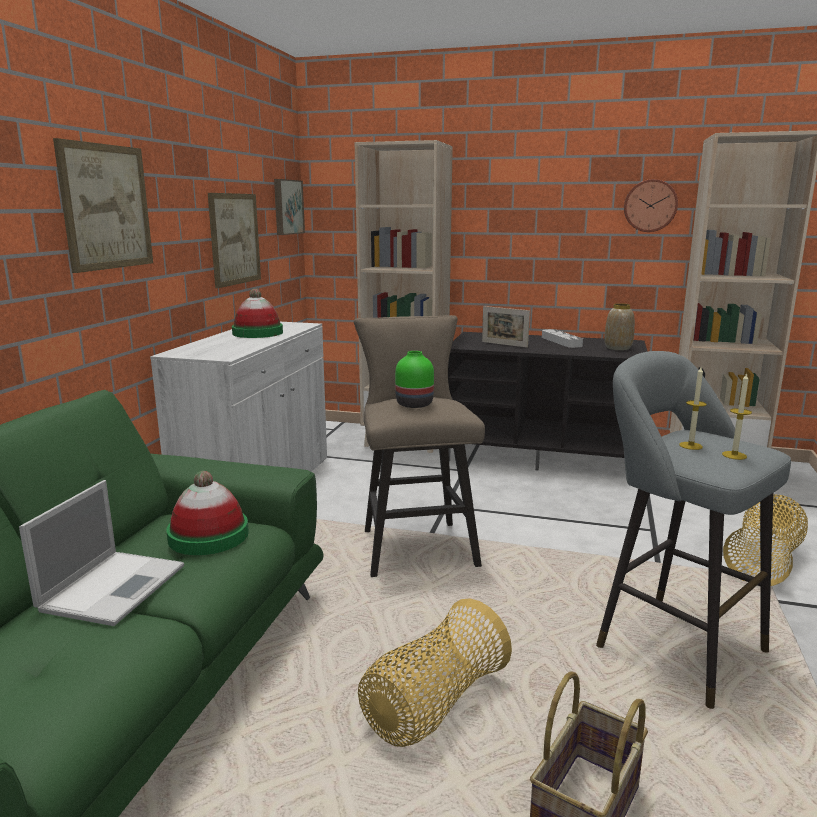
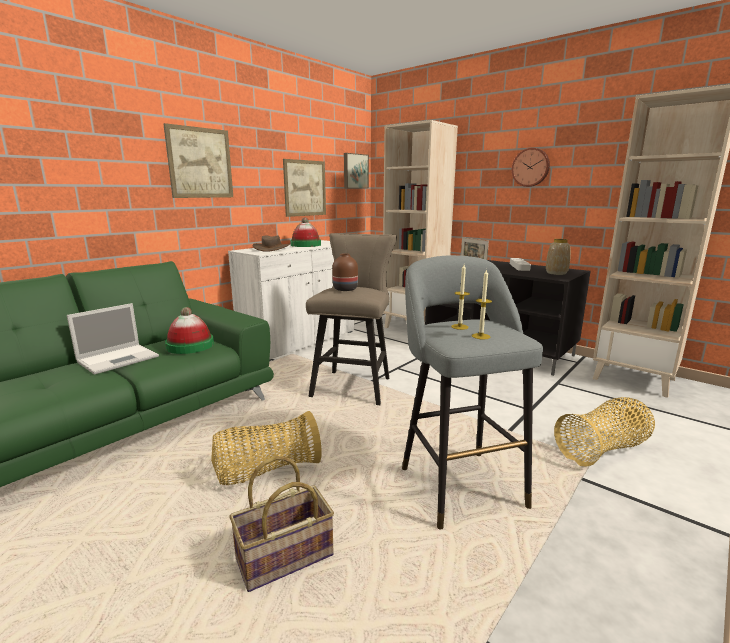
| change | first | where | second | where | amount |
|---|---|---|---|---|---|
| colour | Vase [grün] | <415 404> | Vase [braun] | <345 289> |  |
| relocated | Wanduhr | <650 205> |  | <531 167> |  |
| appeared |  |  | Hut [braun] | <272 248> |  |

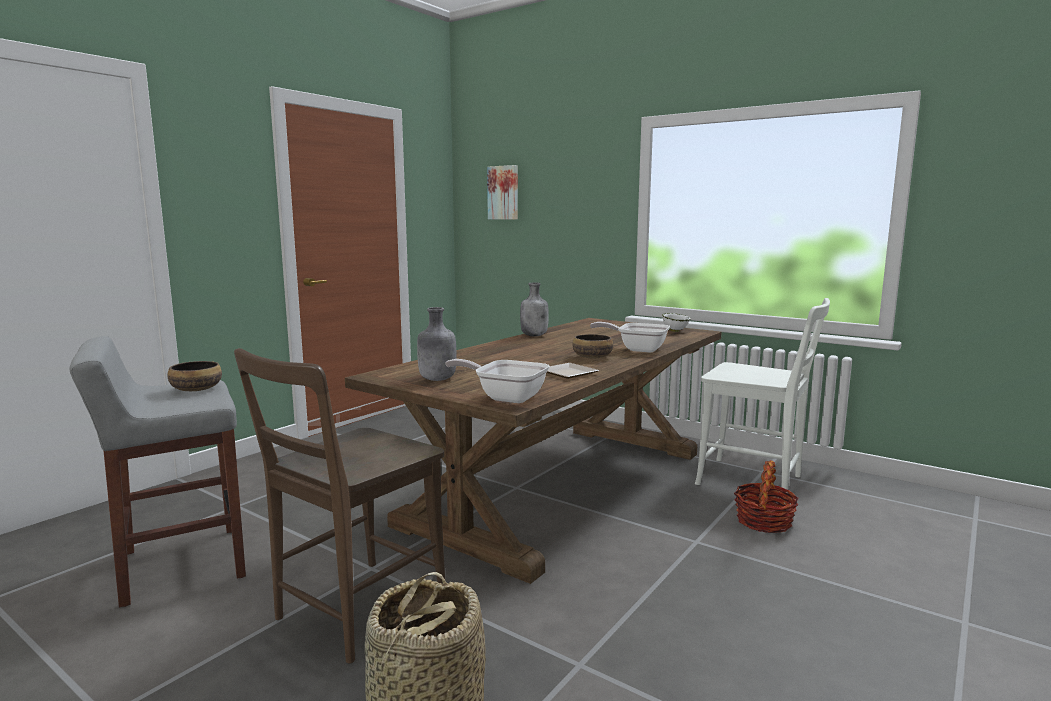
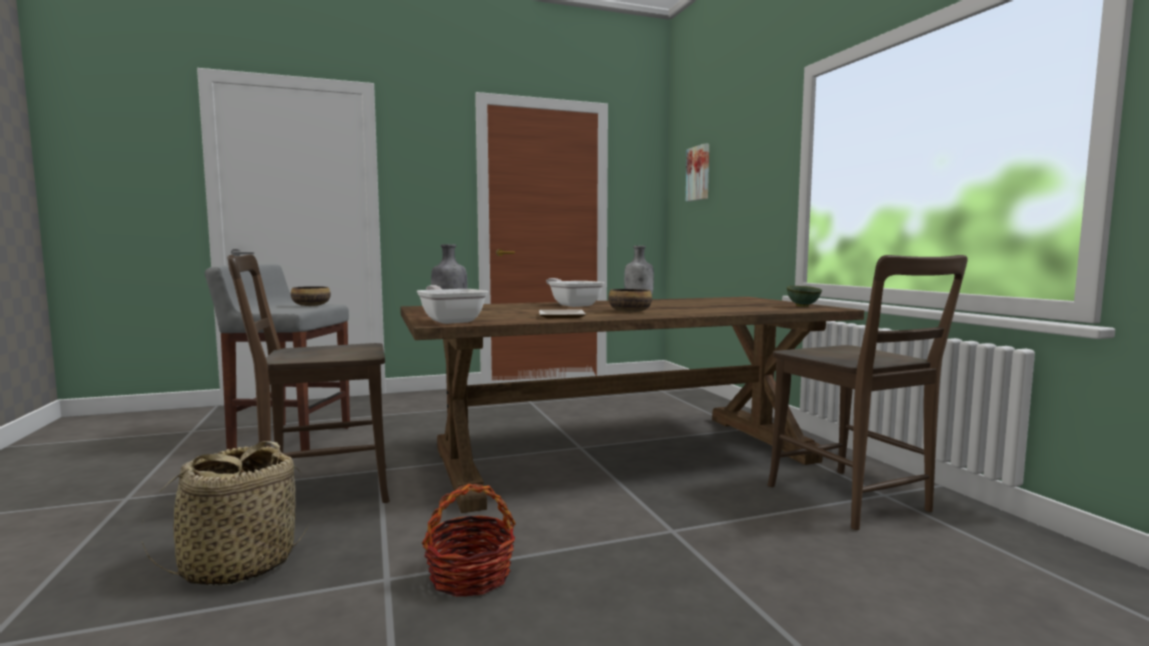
| change | first | where | second | where | amount |
|---|---|---|---|---|---|
| relocated | Pfanne | <637 349> |  | <573 305> |  |
| colour | Schüssel [weiß] | <675 331> | Schüssel [grün] | <803 306> |  |
| colour | Stuhl [weiß] | <755 481> | Stuhl [braun] | <853 501> |  |
| relocated | Korb | <764 521> |  | <470 576> |  |

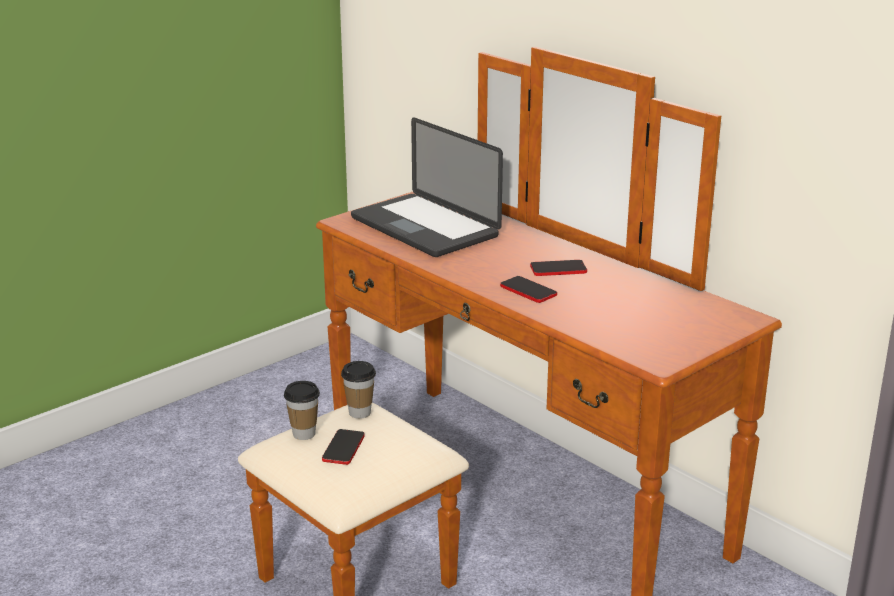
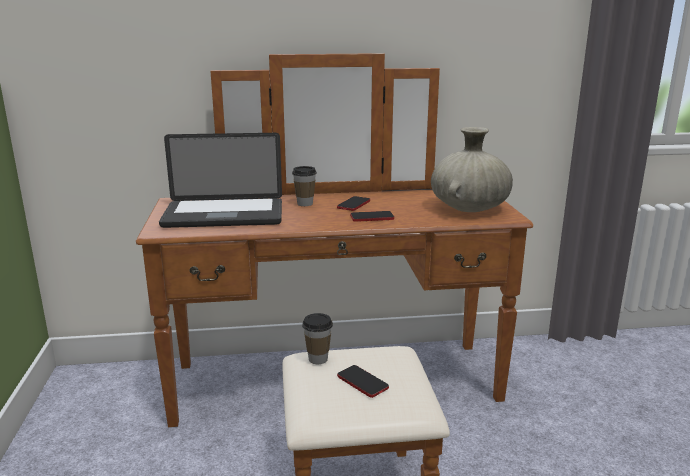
| change | first | where | second | where | amount |
|---|---|---|---|---|---|
| relocated | Tasse | <304 434> |  | <305 204> |  |
| appeared |  |  | Vase [beige] | <468 208> |  |

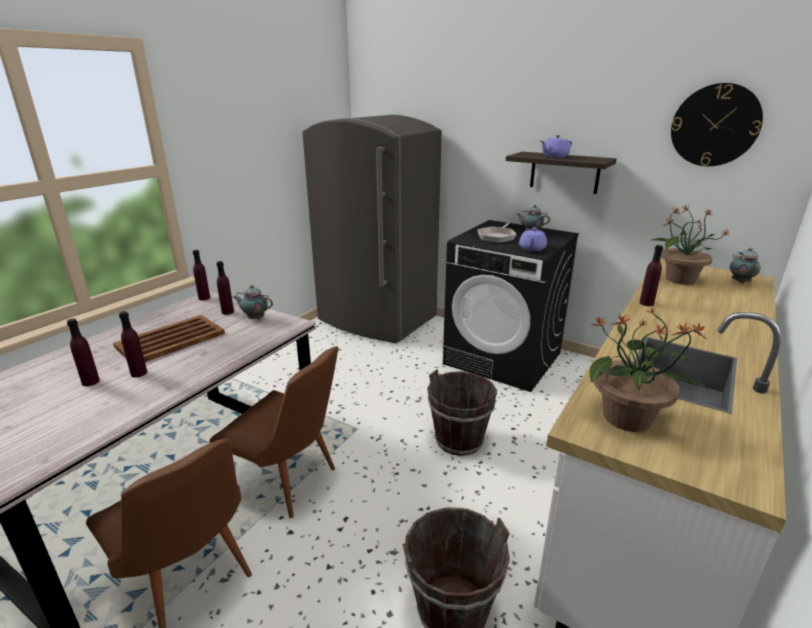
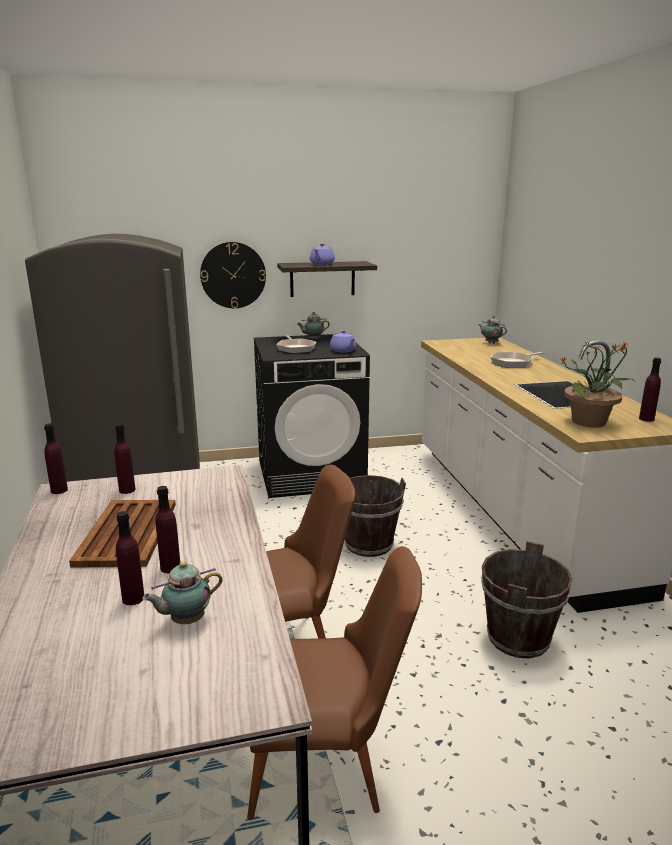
| change | first | where | second | where | amount |
|---|---|---|---|---|---|
| relocated | Teekanne | <255 318> |  | <185 621> |  |
| relocated | Flasche [lila] | <646 303> |  | <646 419> |  |
| missing | Topfpflanze | <679 279> |  |  |  |
| relocated | Wanduhr | <715 125> |  | <233 275> |  |
| appeared |  |  | Pfanne | <514 362> |  |

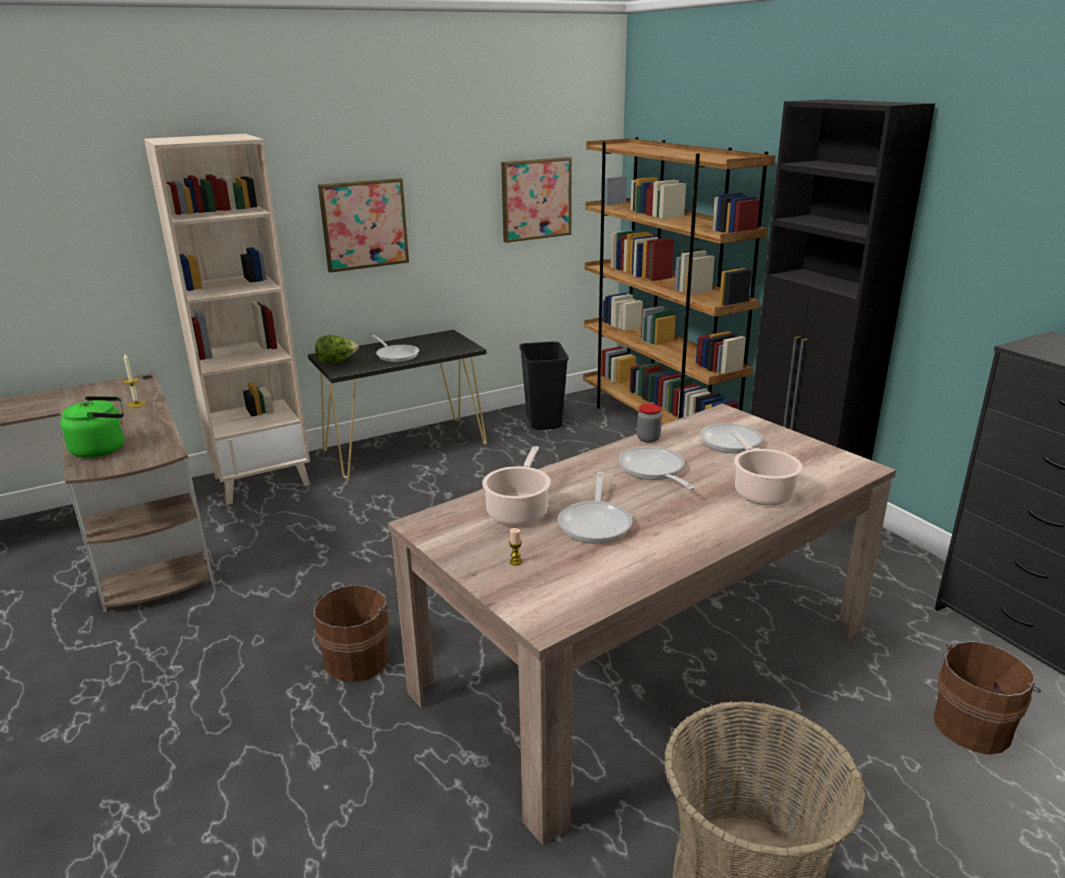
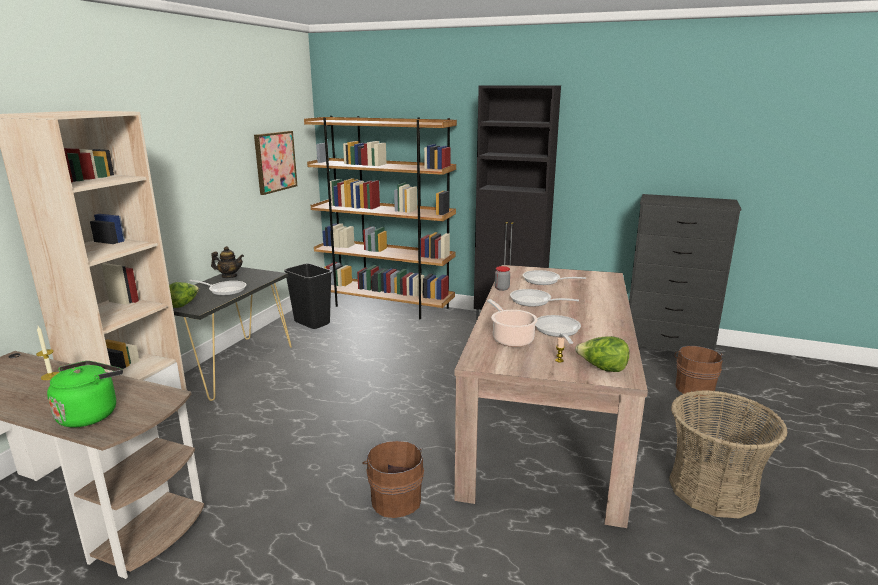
| change | first | where | second | where | amount |
|---|---|---|---|---|---|
| missing | Bild | <364 224> |  |  |  |
| spun | Pfanne | <596 523> |  | <557 331> | 150 degrees counterclockwise |
| missing | Kochtopf | <761 492> |  |  |  |
| appeared |  |  | Teekanne | <229 276> |  |
| appeared |  |  | Salatkopf | <602 369> |  |

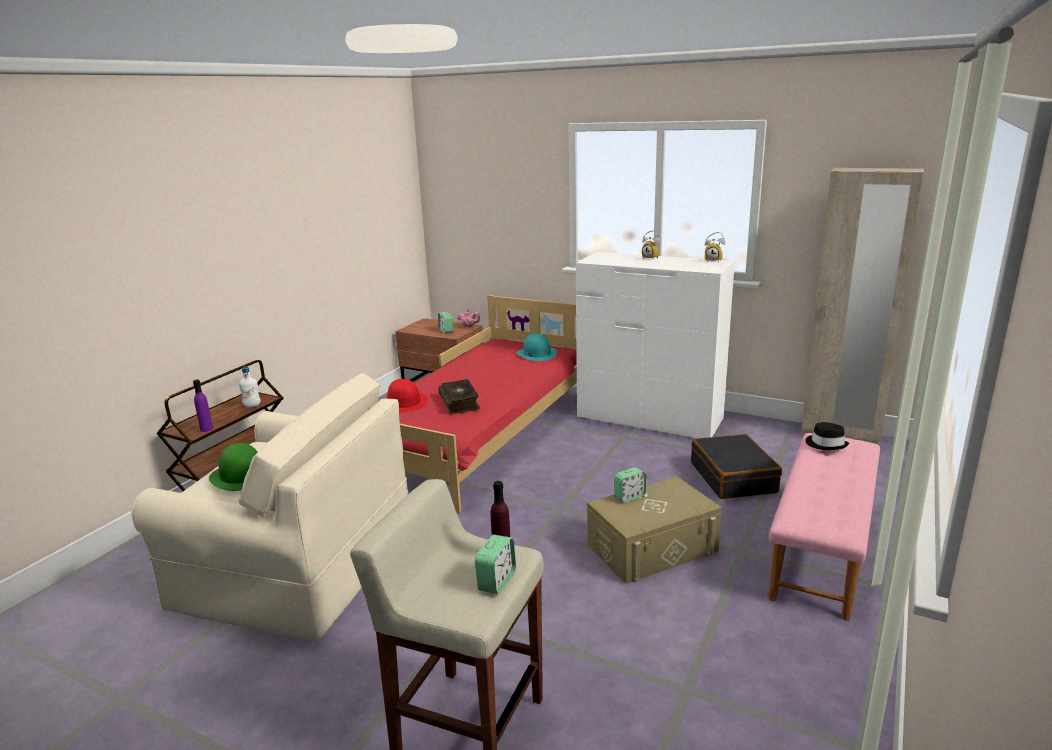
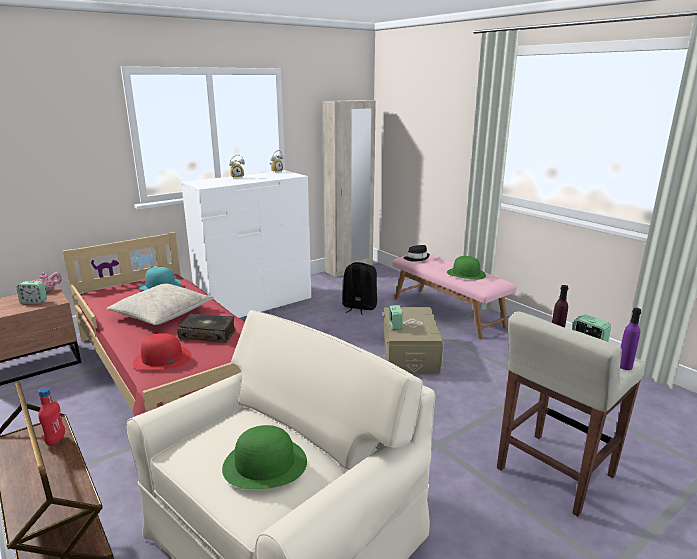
| change | first | where | second | where | amount |
|---|---|---|---|---|---|
| relocated | Flasche [lila] | <206 429> |  | <624 366> |  |
| colour | Flasche [weiß] | <252 405> | Flasche [rot] | <56 440> |  |
| exchanged | Koffer [schwarz] | <733 478> | Rucksack [schwarz] | <359 307> |  |
| appeared |  |  | Kissen [beige] | <162 313> |  |
| appeared |  |  | Hut [grün] | <466 273> |  |

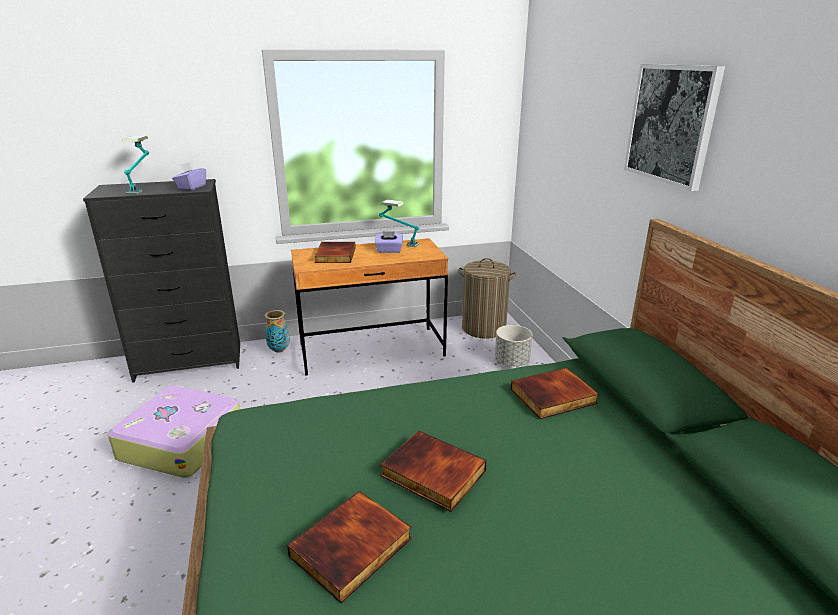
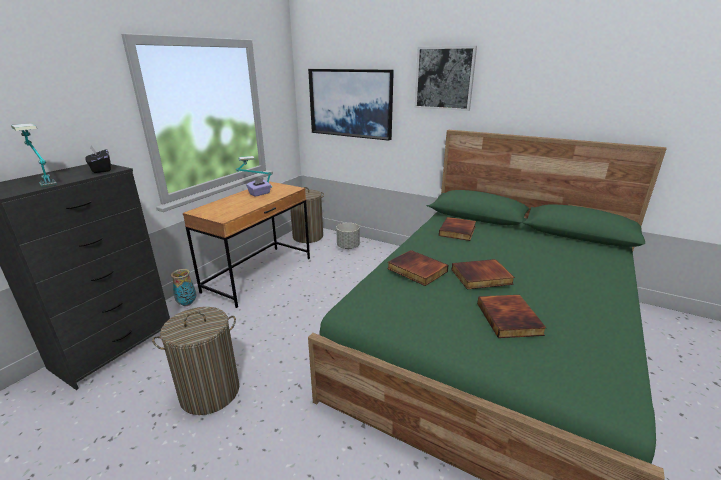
| change | first | where | second | where | amount |
|---|---|---|---|---|---|
| exchanged | Koffer | <182 441> | Wäschekorb | <209 392> |  |
| colour | Taschentuchbox [lila] | <191 187> | Taschentuchbox [schwarz] | <101 170> |  |
| relocated | Buch | <334 255> |  | <416 270> |  |
| appeared |  |  | Bild | <350 103> |  |

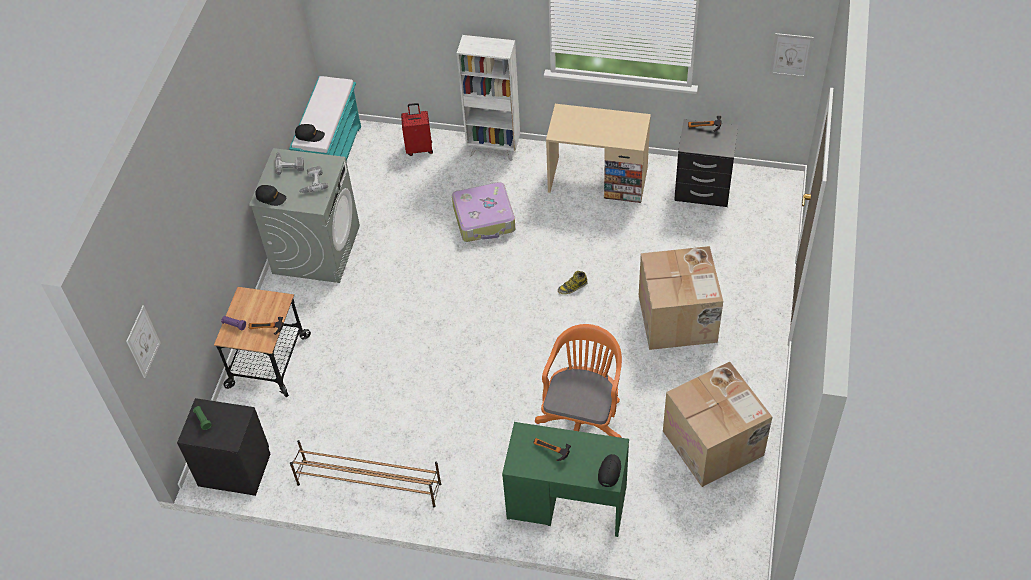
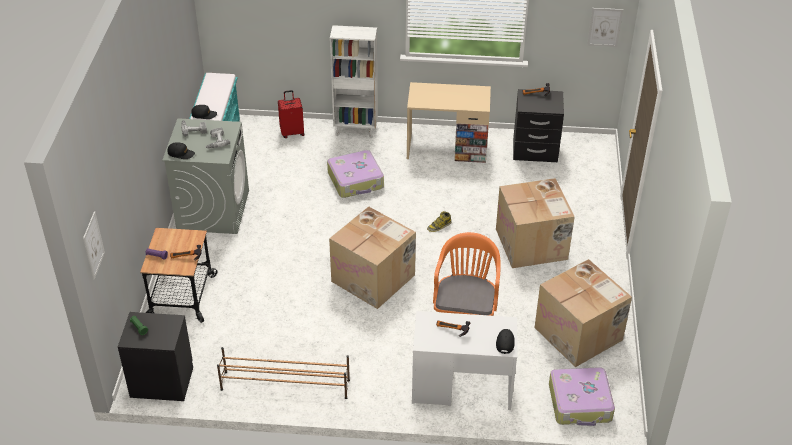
| change | first | where | second | where | amount |
|---|---|---|---|---|---|
| colour | Schreibtisch [grün] | <566 502> | Schreibtisch [weiß] | <462 387> |  |
| appeared |  |  | Karton | <374 278> |  |
| appeared |  |  | Koffer | <580 403> |  |

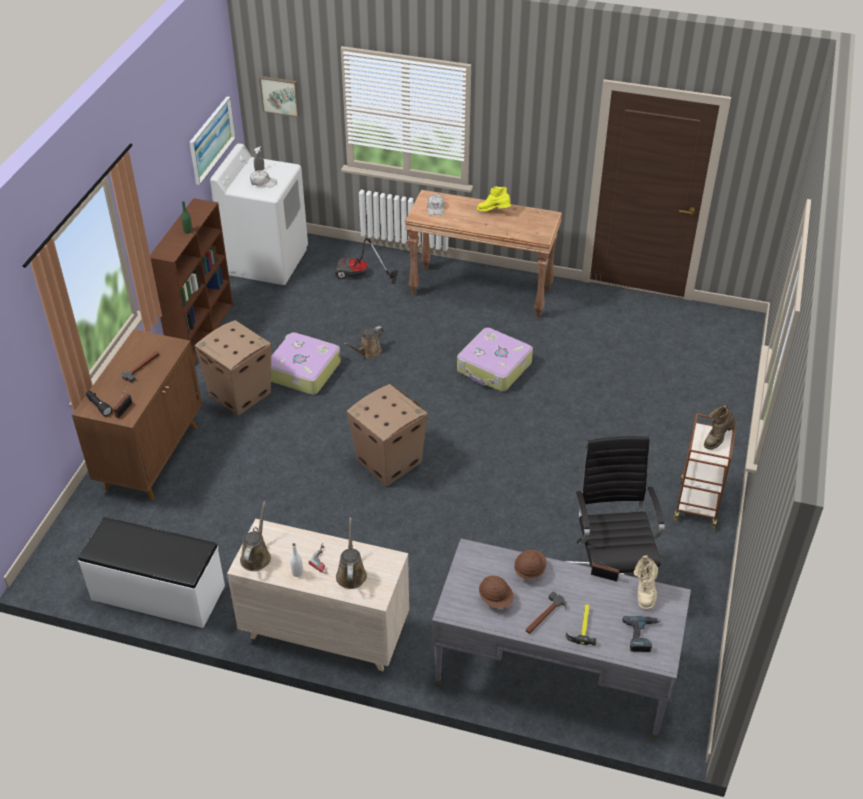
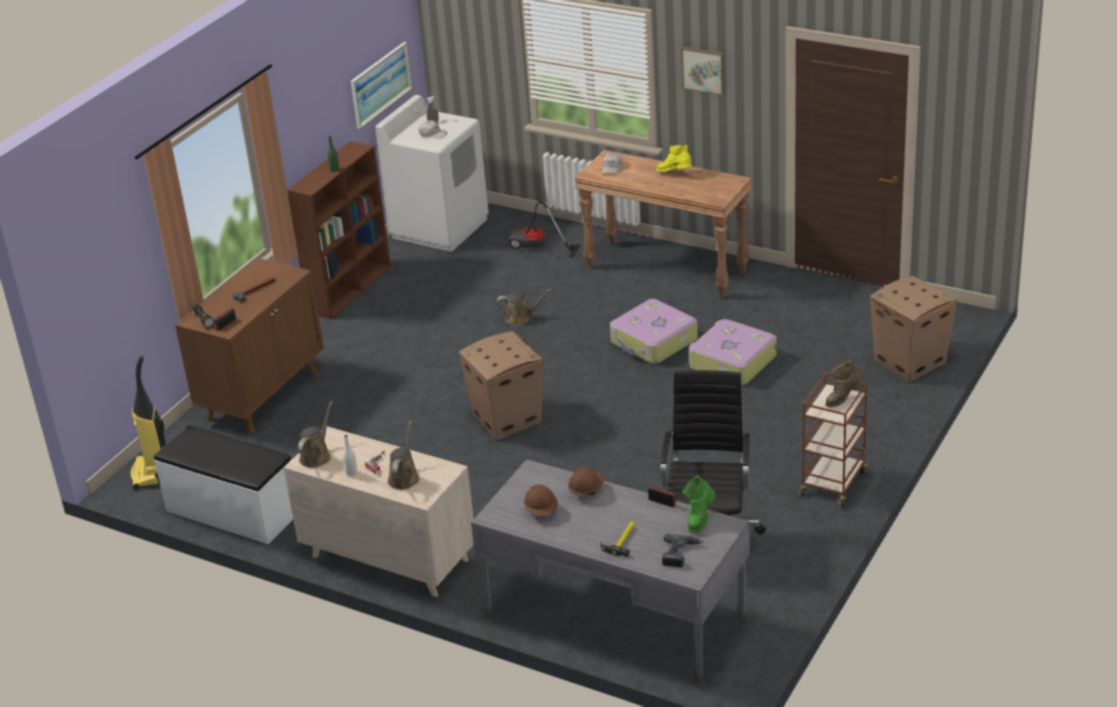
| change | first | where | second | where | amount |
|---|---|---|---|---|---|
| relocated | Karton | <240 394> |  | <910 362> |  |
| relocated | Bild | <280 95> |  | <704 69> |  |
| relocated | Koffer | <302 371> |  | <731 362> |  |
| spun | Gießkanne [braun] | <368 352> |  | <520 318> | 150 degrees counterclockwise |
| missing | Hammer | <544 616> |  |  |  |
| colour | Stiefel [beige] | <645 591> | Stiefel [grün] | <699 518> |  |
| appeared |  |  | Staubsauger | <150 473> |  |

